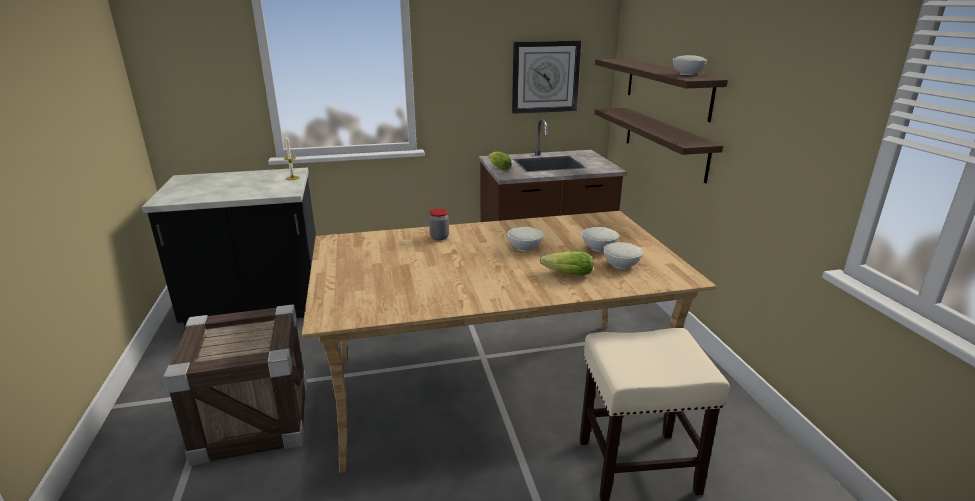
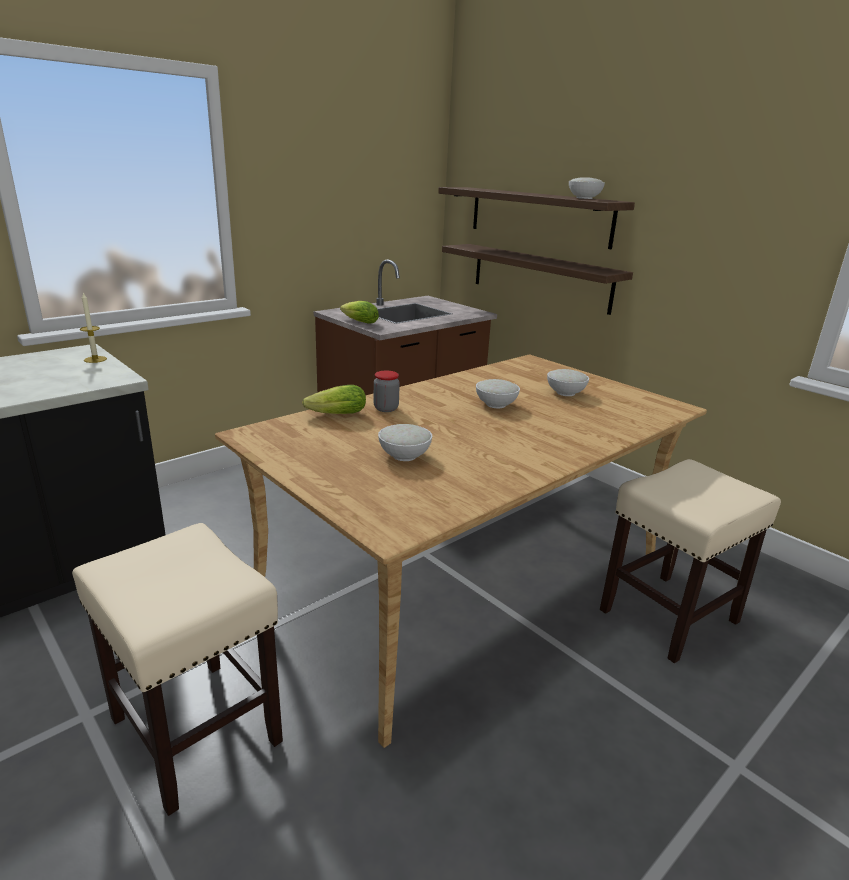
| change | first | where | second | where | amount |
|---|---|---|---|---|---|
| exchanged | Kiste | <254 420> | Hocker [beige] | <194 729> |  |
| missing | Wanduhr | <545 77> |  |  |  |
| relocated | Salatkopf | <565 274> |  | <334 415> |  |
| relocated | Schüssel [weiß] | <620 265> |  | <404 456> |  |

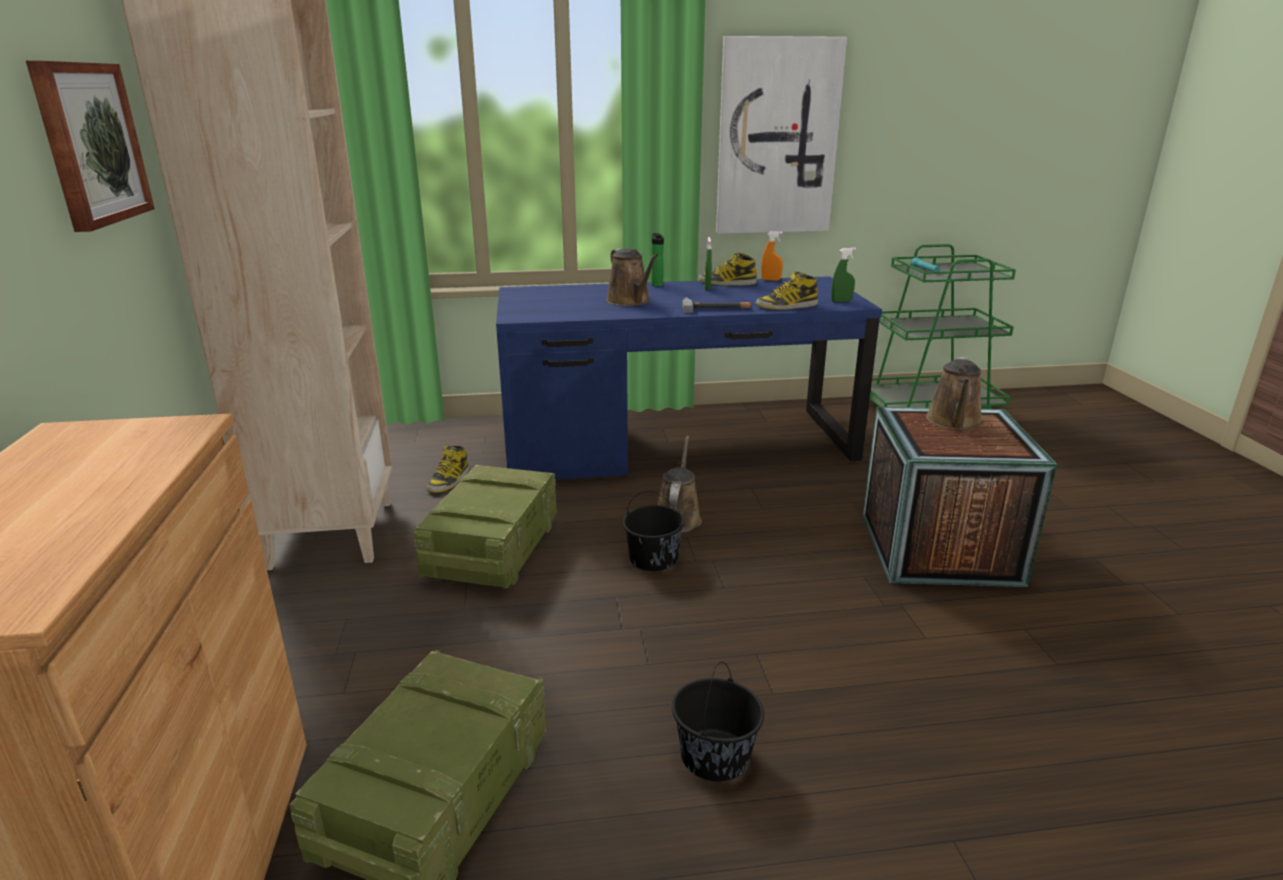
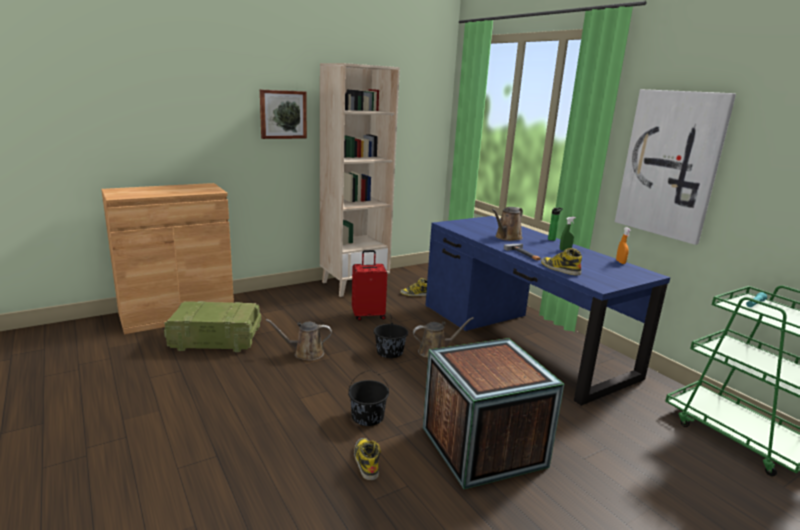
| change | first | where | second | where | amount |
|---|---|---|---|---|---|
| exchanged | Kiste | <493 548> | Koffer [rot] | <368 315> |  |
| relocated | Eimer [schwarz] | <714 756> |  | <367 416> |  |
| relocated | Stiefel | <727 283> |  | <366 461> |  |
| missing | Sprühflasche [grün] | <841 301> |  |  |  |
| relocated | Gießkanne [braun] | <954 422> |  | <305 353> |  |

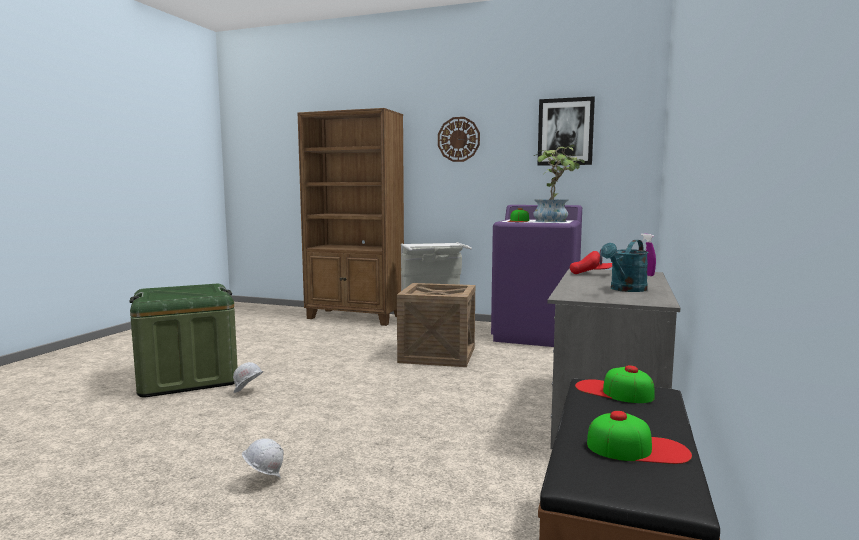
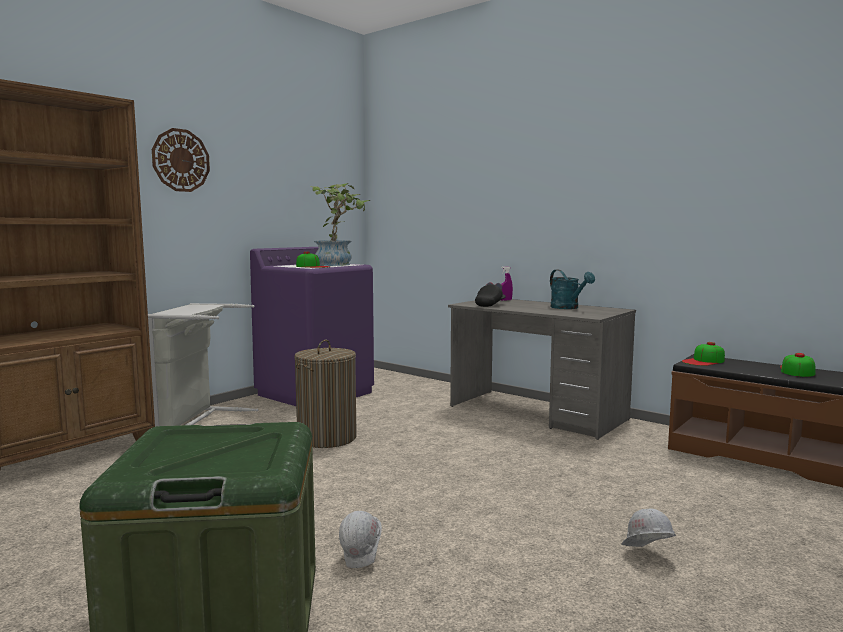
| change | first | where | second | where | amount |
|---|---|---|---|---|---|
| exchanged | Kiste | <437 354> | Wäschekorb | <327 438> |  |
| missing | Bild | <565 132> |  |  |  |
| colour | Kappe [rot] | <591 274> | Kappe [schwarz] | <490 305> |  |

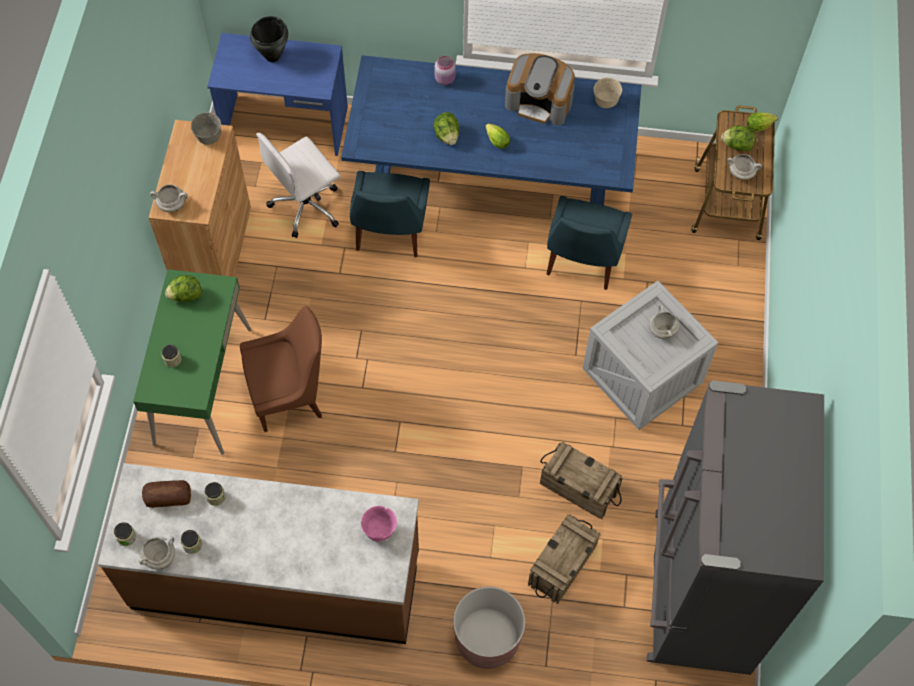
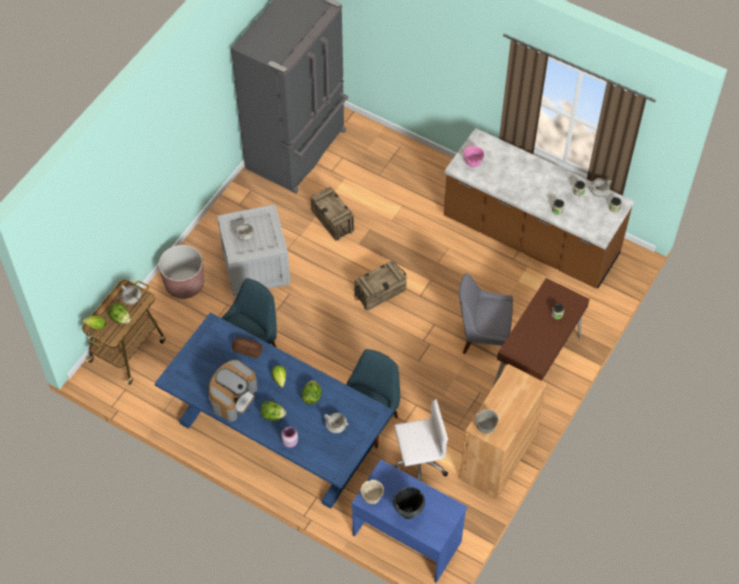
| change | first | where | second | where | amount |
|---|---|---|---|---|---|
| colour | Schreibtisch [grün] | <202 386> | Schreibtisch [braun] | <537 363> |  |
| relocated | Brot | <168 497> |  | <247 350> |  |
| relocated | Kochtopf [weiß] | <172 204> |  | <335 427> |  |
| relocated | Salatkopf | <186 296> |  | <273 415> |  |
| colour | Stuhl [braun] | <289 395> | Stuhl [grau] | <482 336> |  |
| relocated | Pflanzkübel [braun] | <487 639> |  | <184 284> |  |
| spun | Kaffeemaschine | <539 102> |  | <233 397> | 75 degrees clockwise |
| relocated | Kiste | <562 566> |  | <380 292> |  |
| relocated | Schüssel [beige] | <606 102> |  | <372 497> |  |

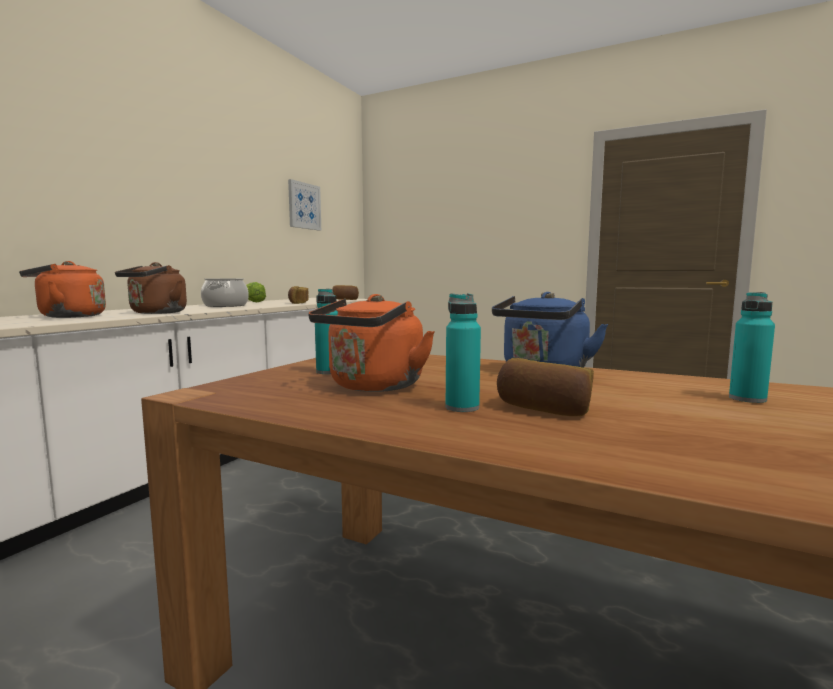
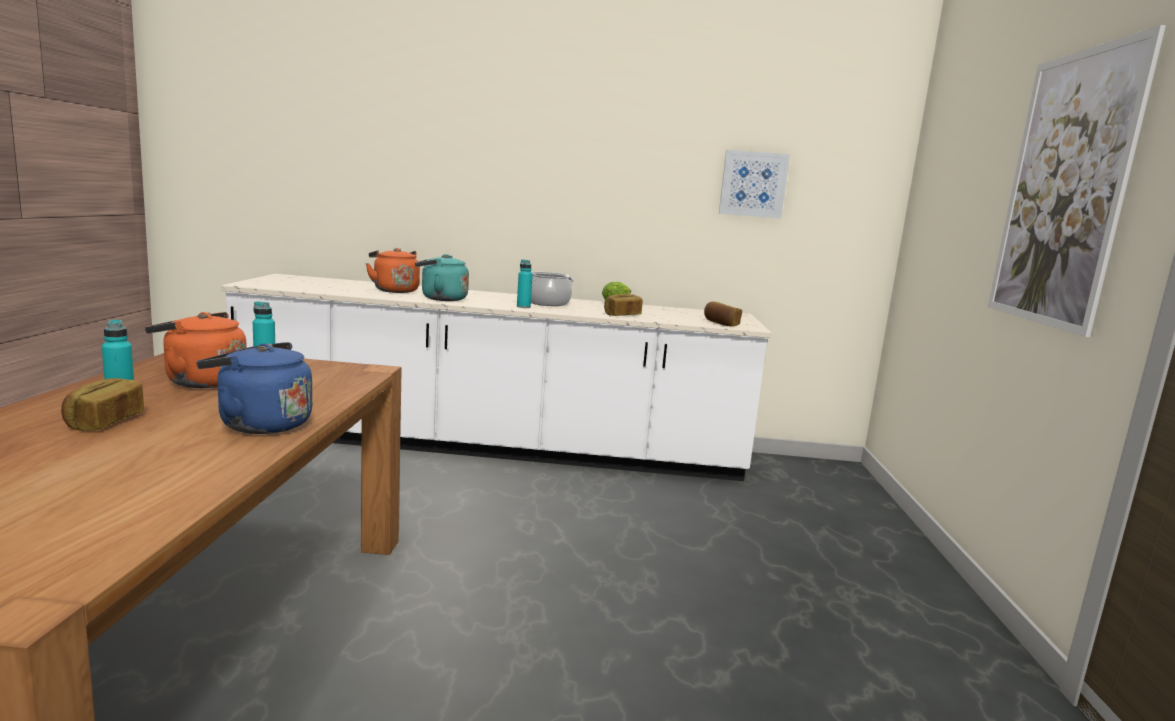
| change | first | where | second | where | amount |
|---|---|---|---|---|---|
| colour | Wasserkessel [braun] | <156 313> | Wasserkessel [türkis] | <441 299> |  |
| relocated | Flasche [türkis] | <747 399> |  | <523 307> |  |
| appeared |  |  | Bild | <1063 189> |  |

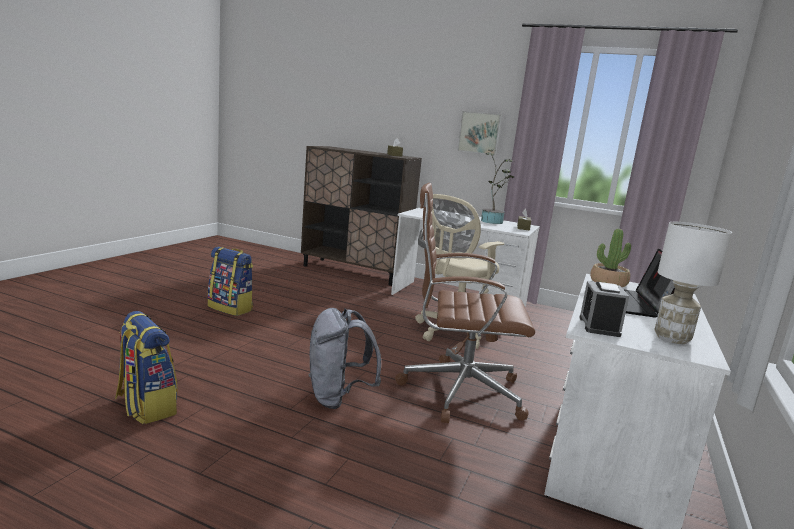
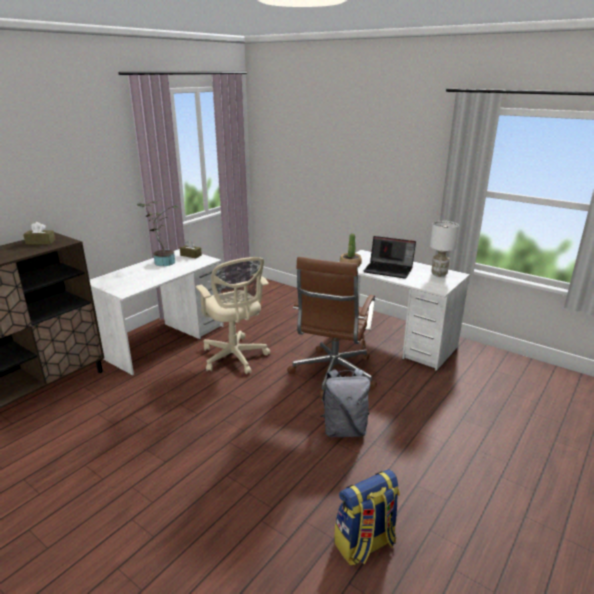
| change | first | where | second | where | amount |
|---|---|---|---|---|---|
| missing | Rucksack | <231 308> |  |  |  |
| missing | Bild | <479 133> |  |  |  |
| missing | Wecker | <599 326> |  |  |  |

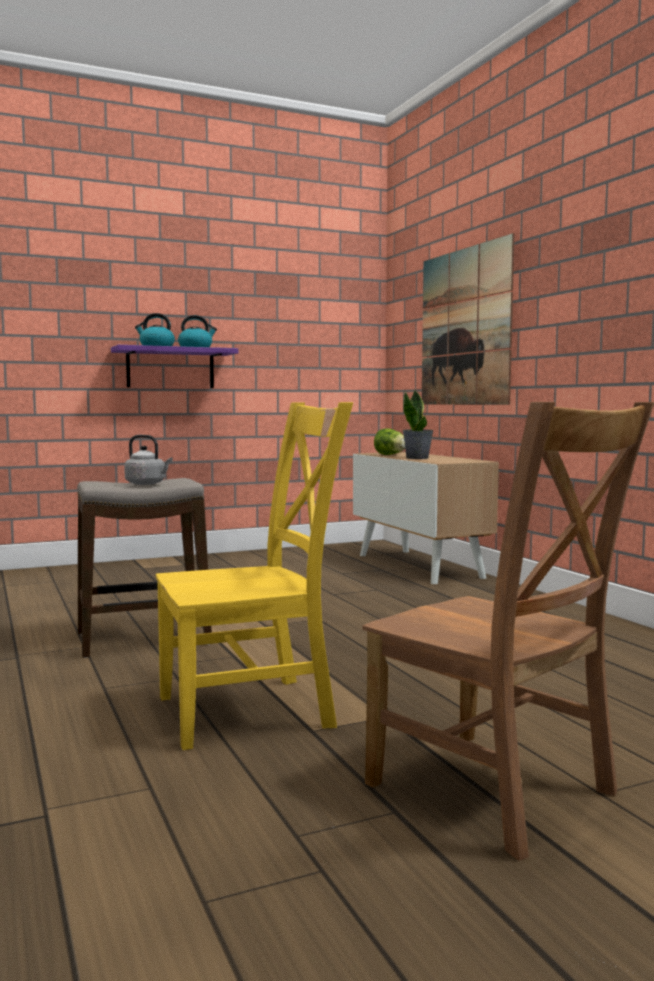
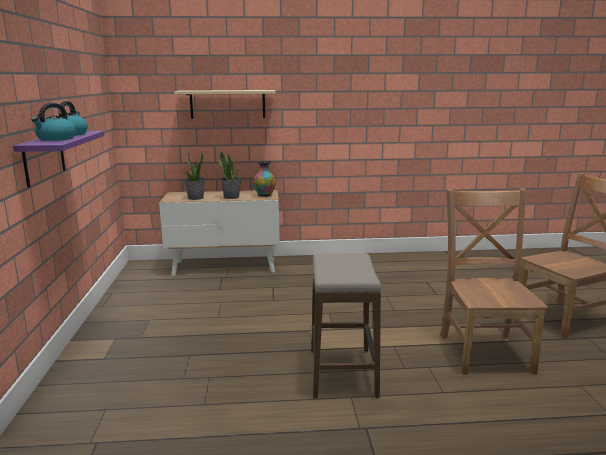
| change | first | where | second | where | amount |
|---|---|---|---|---|---|
| missing | Wasserkessel [grau] | <147 484> |  |  |  |
| colour | Stuhl [gelb] | <253 711> | Stuhl [braun] | <484 351> |  |
| exchanged | Salatkopf | <391 455> | Topfpflanze | <195 198> |  |
| exchanged | Bild | <465 327> | Wandregal [beige] | <227 104> |  |
| appeared |  |  | Vase | <265 195> |  |

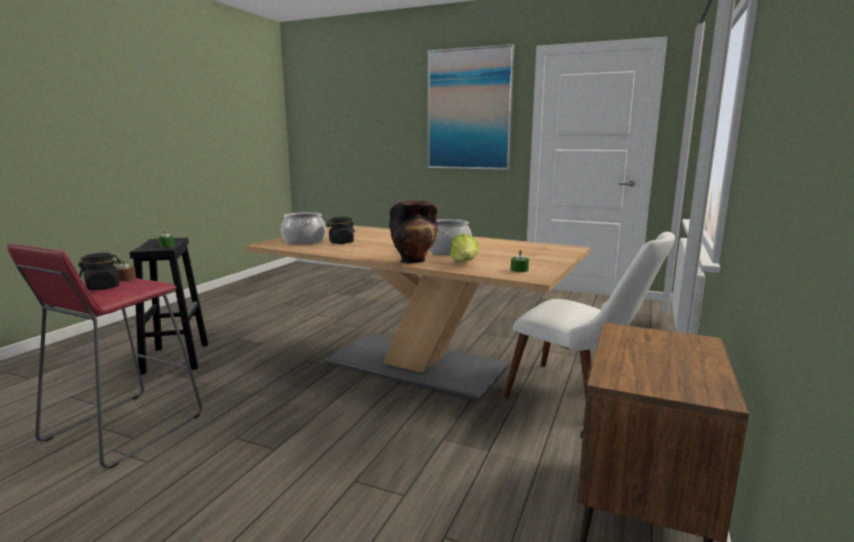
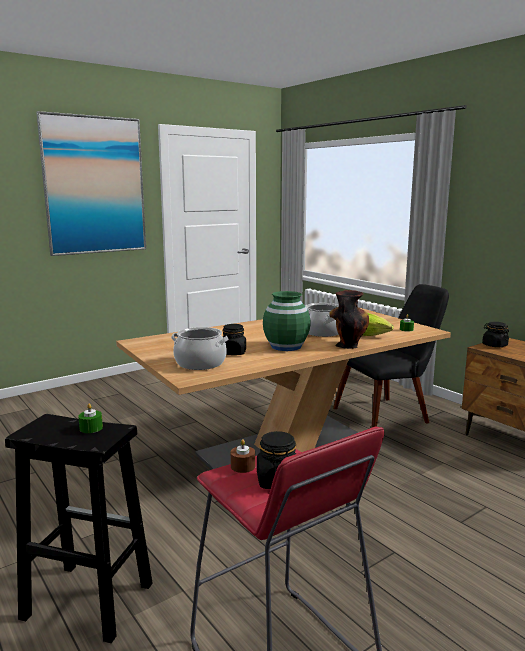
| change | first | where | second | where | amount |
|---|---|---|---|---|---|
| colour | Stuhl [weiß] | <580 396> | Stuhl [schwarz] | <390 413> |  |
| appeared |  |  | Vase [grün] | <286 346> |  |
| appeared |  |  | Vorratsglas [schwarz] | <494 345> |  |

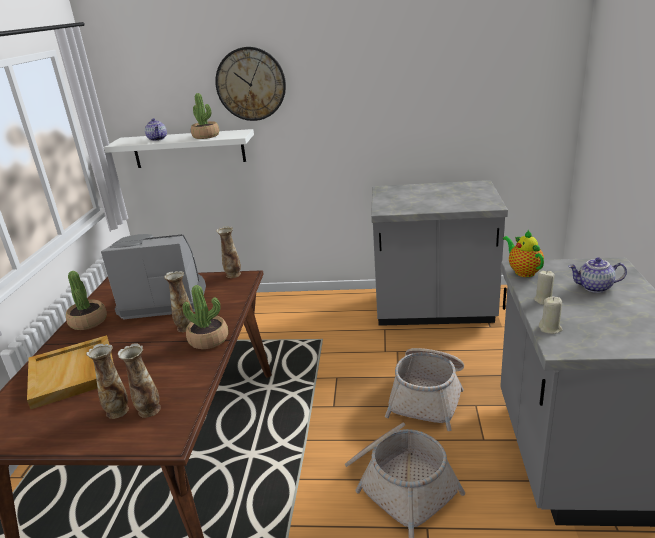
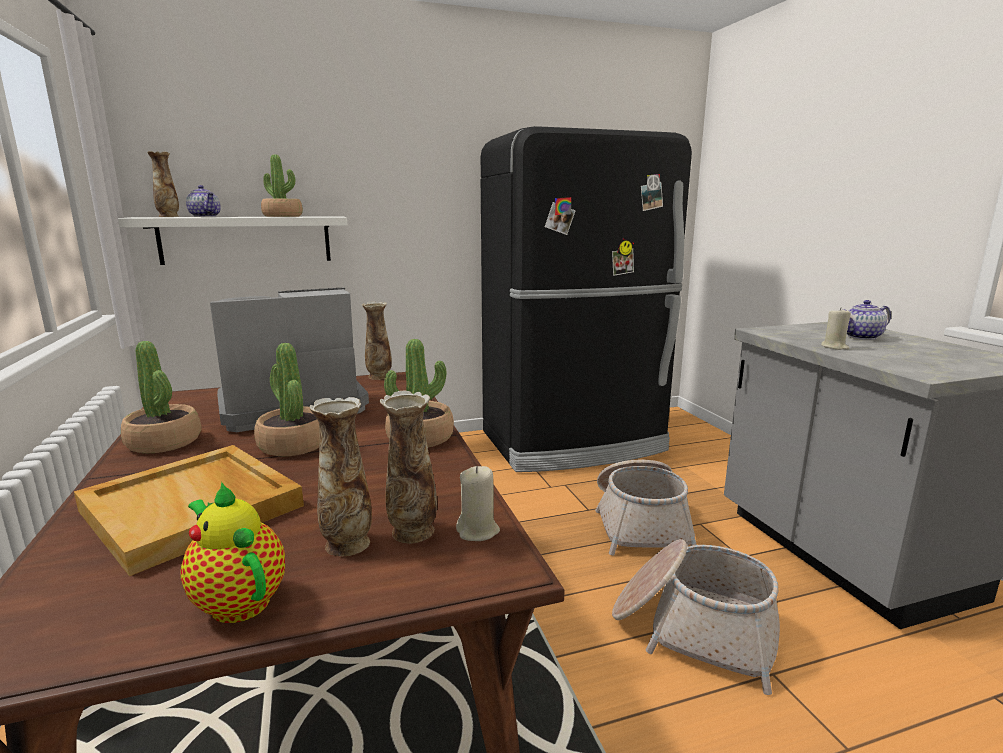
| change | first | where | second | where | amount |
|---|---|---|---|---|---|
| relocated | Vase | <185 327> |  | <168 217> |  |
| missing | Wanduhr | <251 84> |  |  |  |
| exchanged | Küchenzeile [grau] | <434 311> | Kühlschrank [schwarz] | <574 442> |  |
| relocated | Teekanne | <523 271> |  | <237 600> |  |
| relocated | Kerze [beige] | <550 328> |  | <478 531> |  |
| appeared |  |  | Topfpflanze | <293 445> |  |

